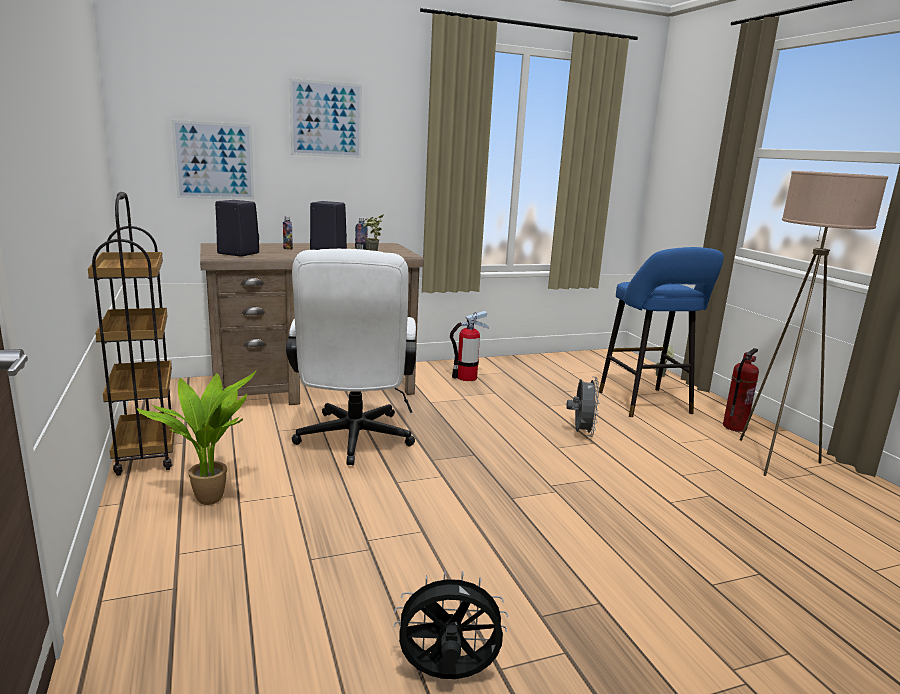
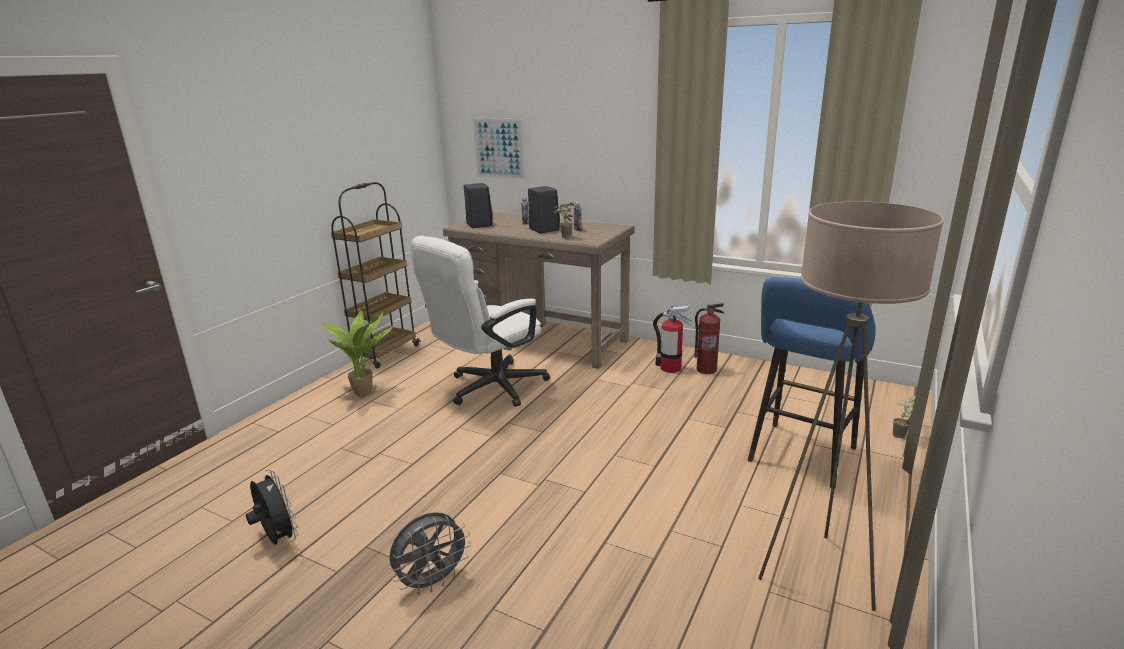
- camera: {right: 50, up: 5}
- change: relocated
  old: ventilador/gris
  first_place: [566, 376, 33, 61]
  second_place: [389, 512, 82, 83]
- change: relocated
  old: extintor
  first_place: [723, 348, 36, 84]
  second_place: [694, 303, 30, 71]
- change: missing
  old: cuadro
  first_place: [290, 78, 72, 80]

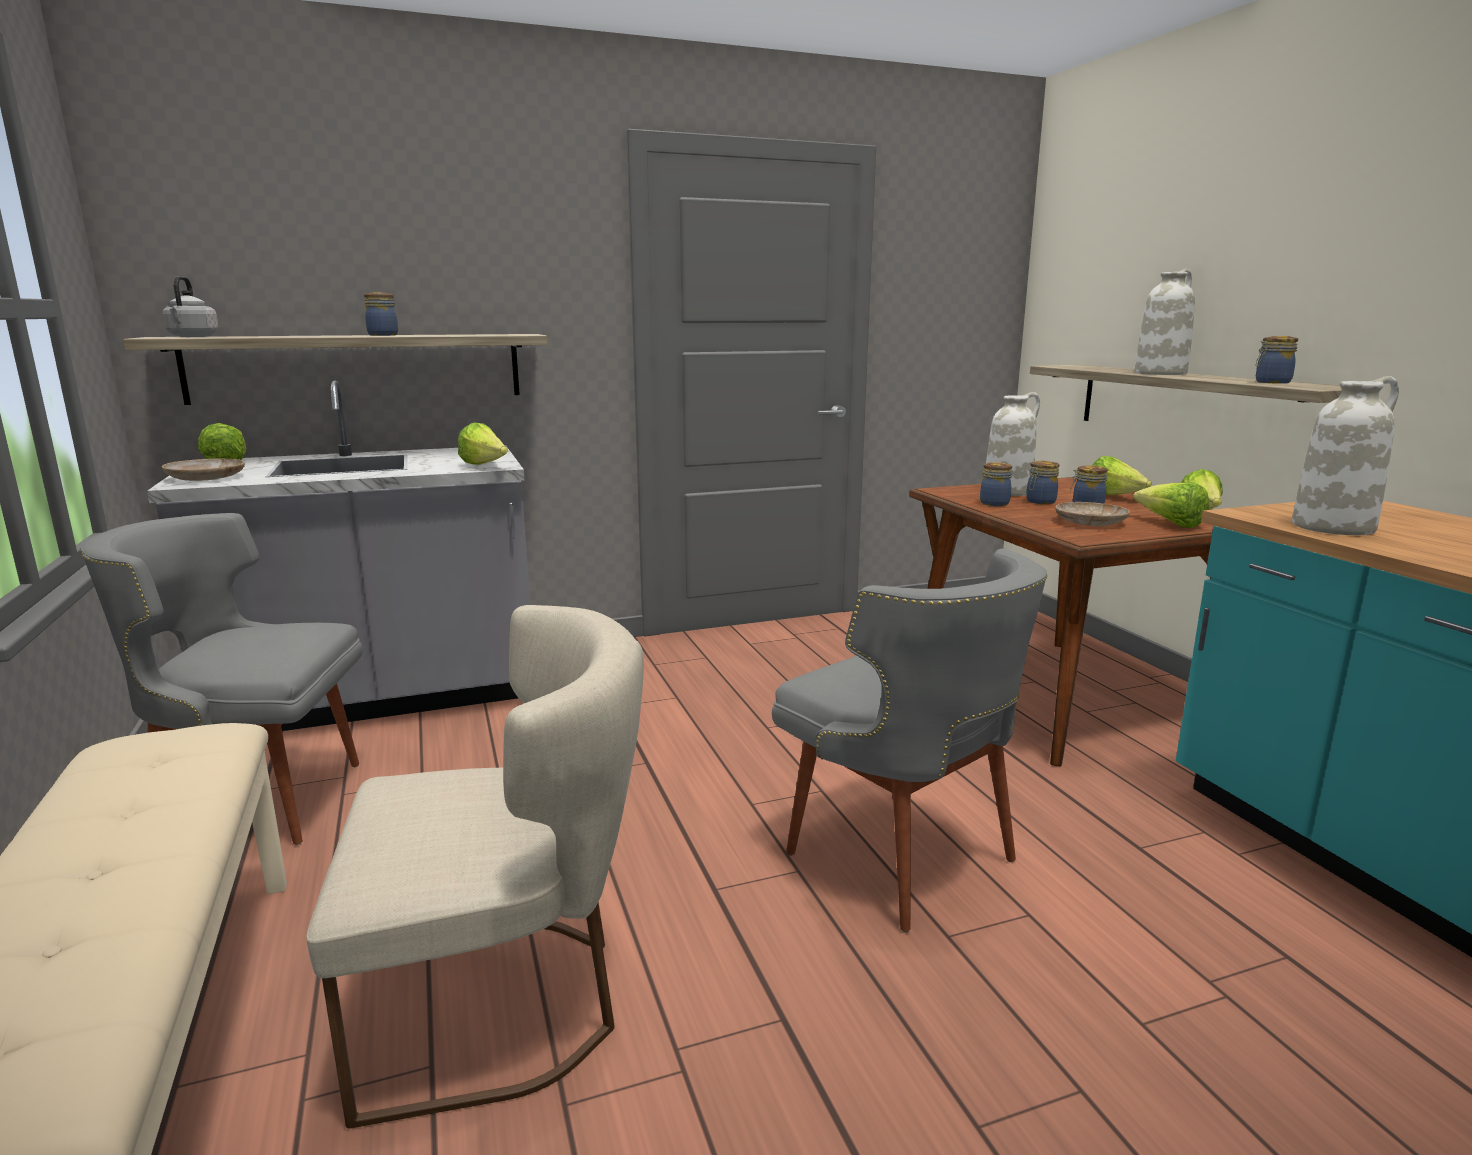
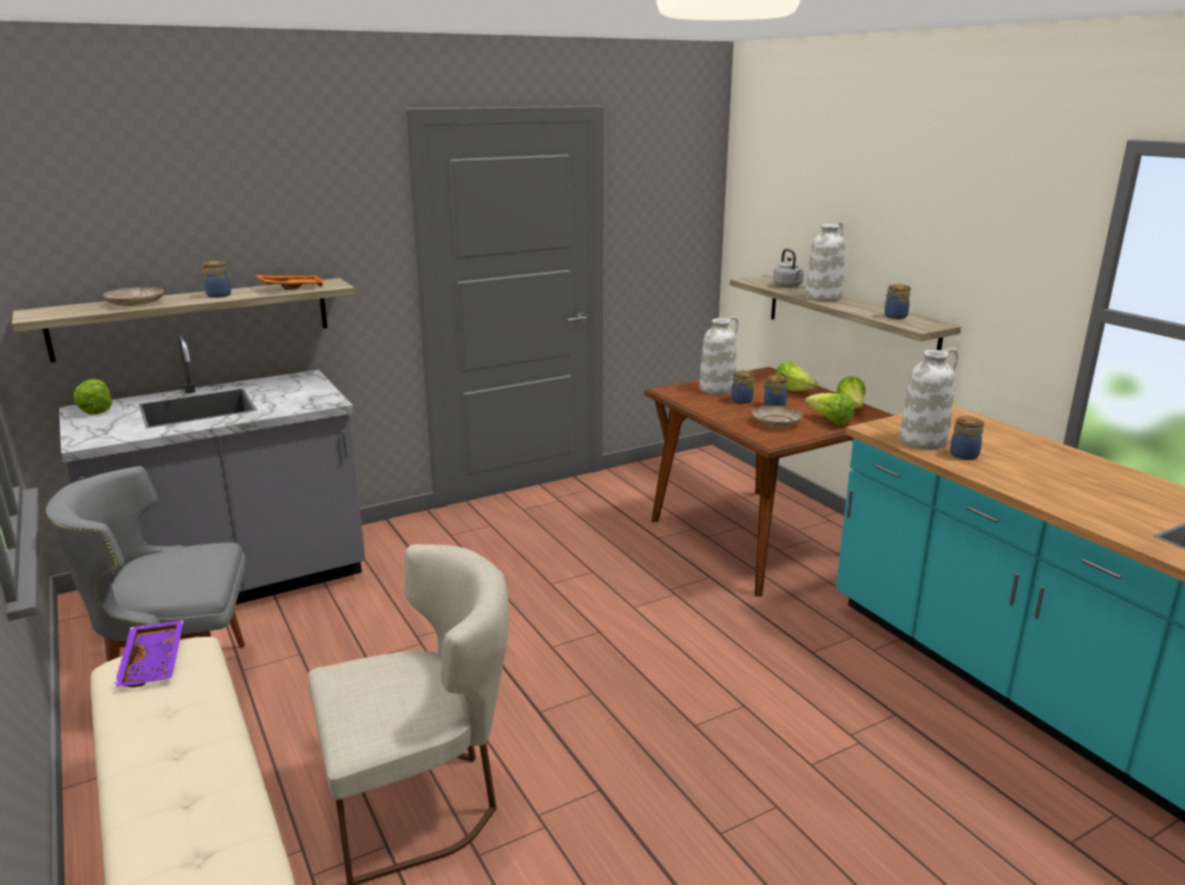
- camera: {right: -10, up: 5}
- change: relocated
  old: plato/beis
  first_place: [162, 458, 83, 23]
  second_place: [103, 287, 61, 19]
- change: appeared
  new: bandeja/morado
  second_place: [114, 620, 70, 68]
- change: appeared
  new: bandeja/naranja
  second_place: [255, 275, 72, 15]
- change: relocated
  old: hervidor/gris
  first_place: [163, 276, 56, 61]
  second_place: [773, 249, 31, 38]
- change: relocated
  old: tarro
  first_place: [980, 462, 32, 44]
  second_place: [950, 416, 34, 44]
- change: missing
  old: lechuga
  first_place: [458, 422, 50, 43]
- change: missing
  old: silla/gris
  first_place: [772, 549, 275, 383]

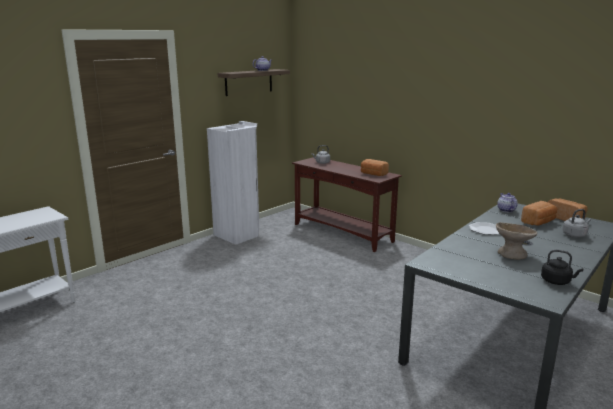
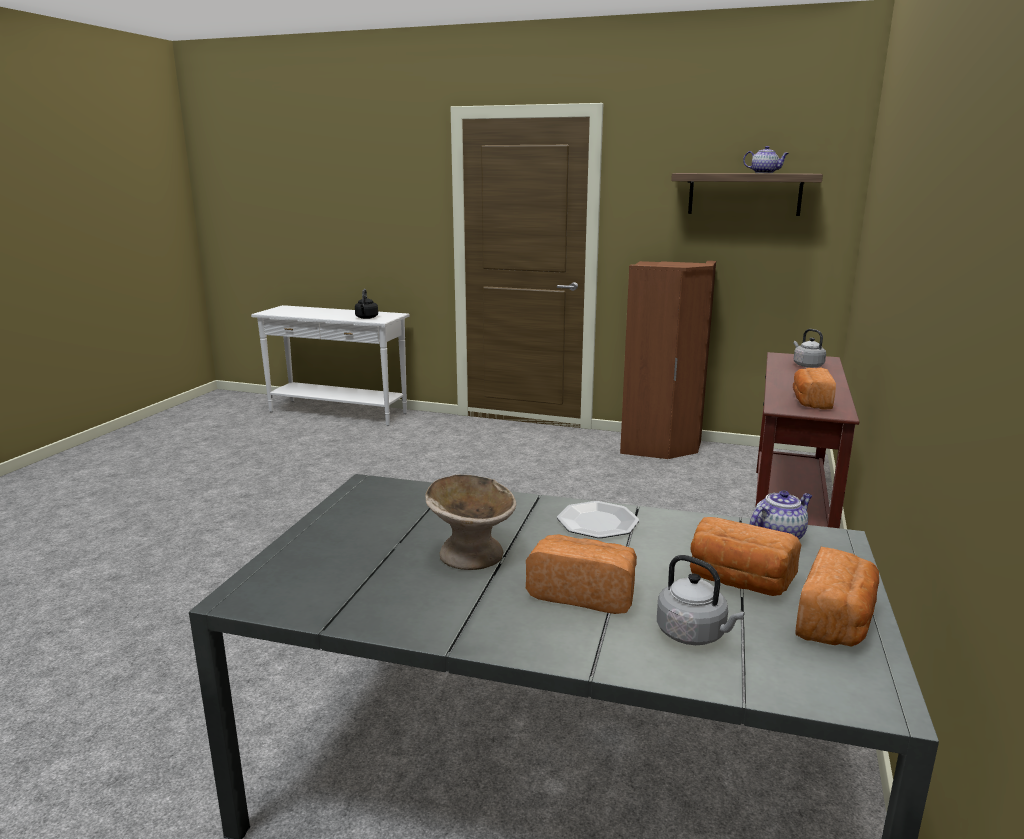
- camera: {right: 65, up: 0}
- change: relocated
  old: hervidor/negro
  first_place: [541, 250, 42, 35]
  second_place: [355, 289, 23, 30]
- change: appeared
  new: pan
  second_place: [526, 534, 111, 80]
- change: colour
  old: armario/blanco
  new: armario/marrón
  first_place: [207, 121, 52, 124]
  second_place: [620, 261, 96, 198]

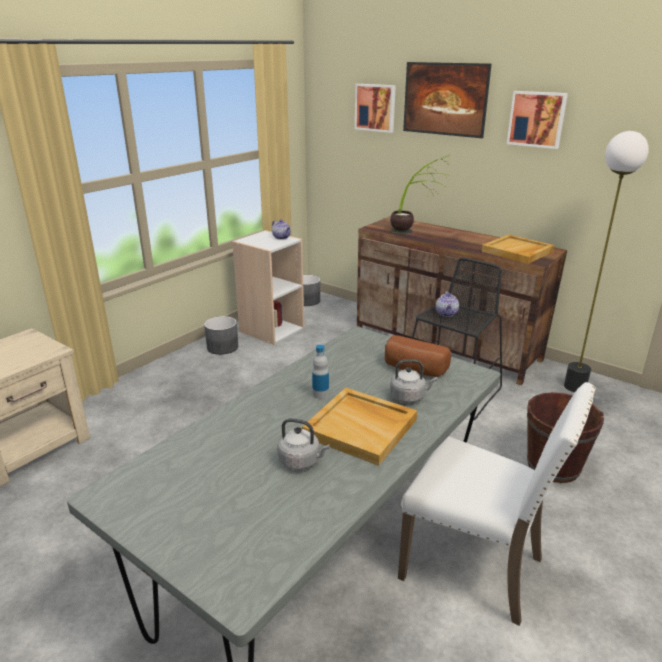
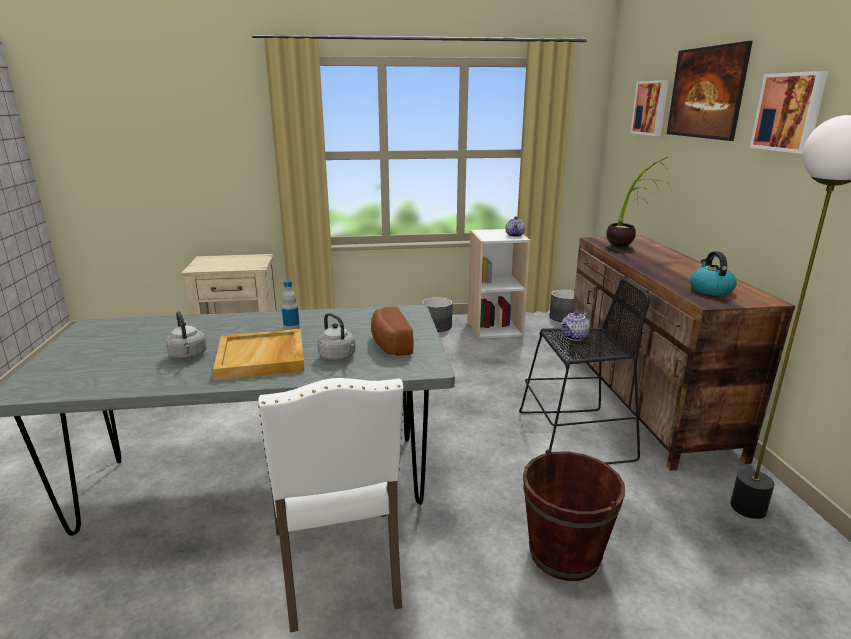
- camera: {right: 45, up: -5}
- change: exchanged
  old: bandeja/beis
  new: hervidor
  first_place: [482, 235, 72, 29]
  second_place: [690, 251, 47, 45]

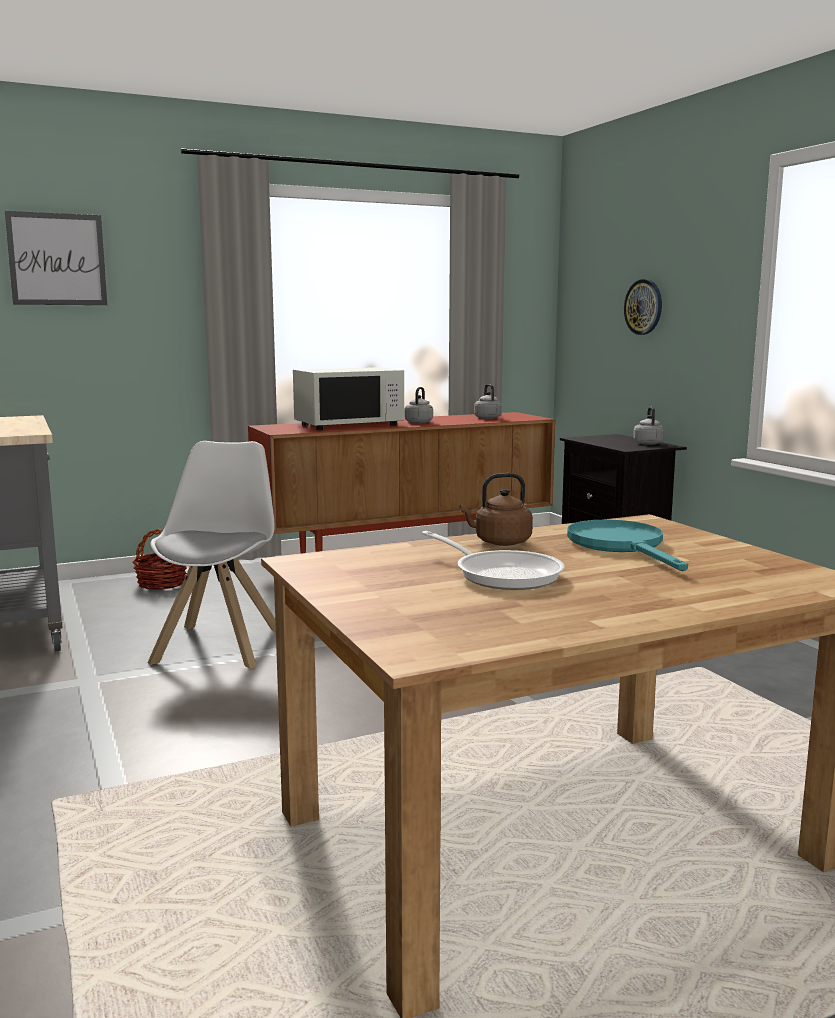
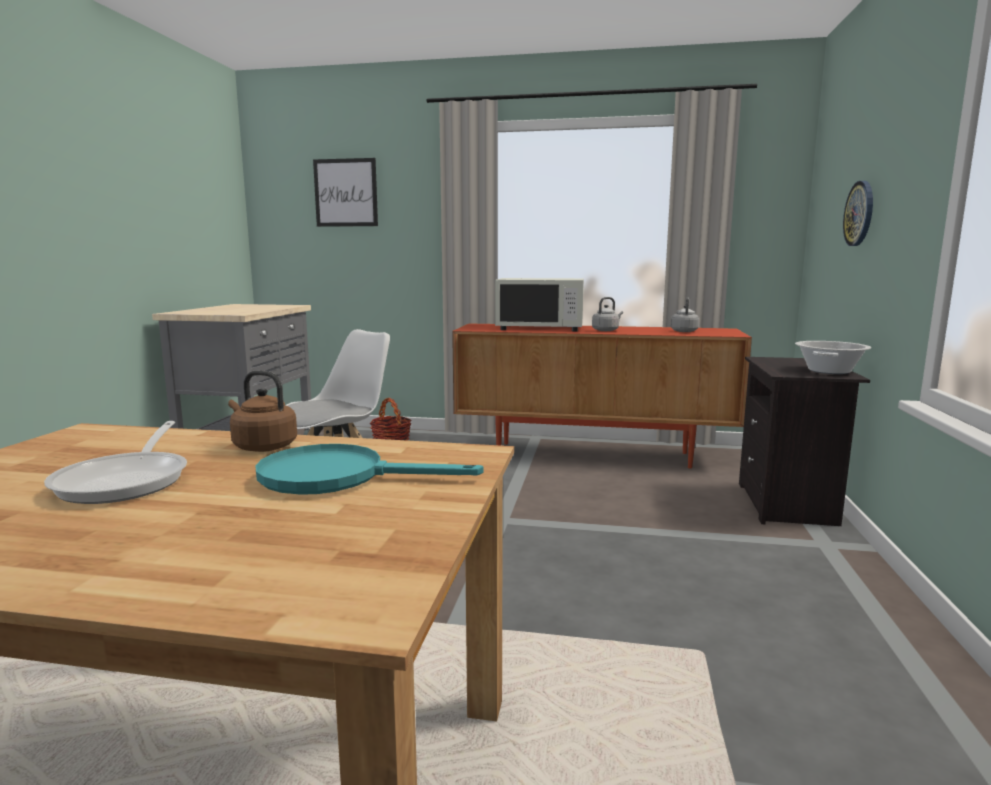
- camera: {right: 35, up: 0}
- change: spun
  old: sartén/turquesa
  first_place: [567, 520, 121, 51]
  second_place: [255, 444, 228, 51]
  degrees: -105
- change: exchanged
  old: hervidor/gris
  new: olla
  first_place: [633, 407, 31, 38]
  second_place: [795, 341, 76, 33]

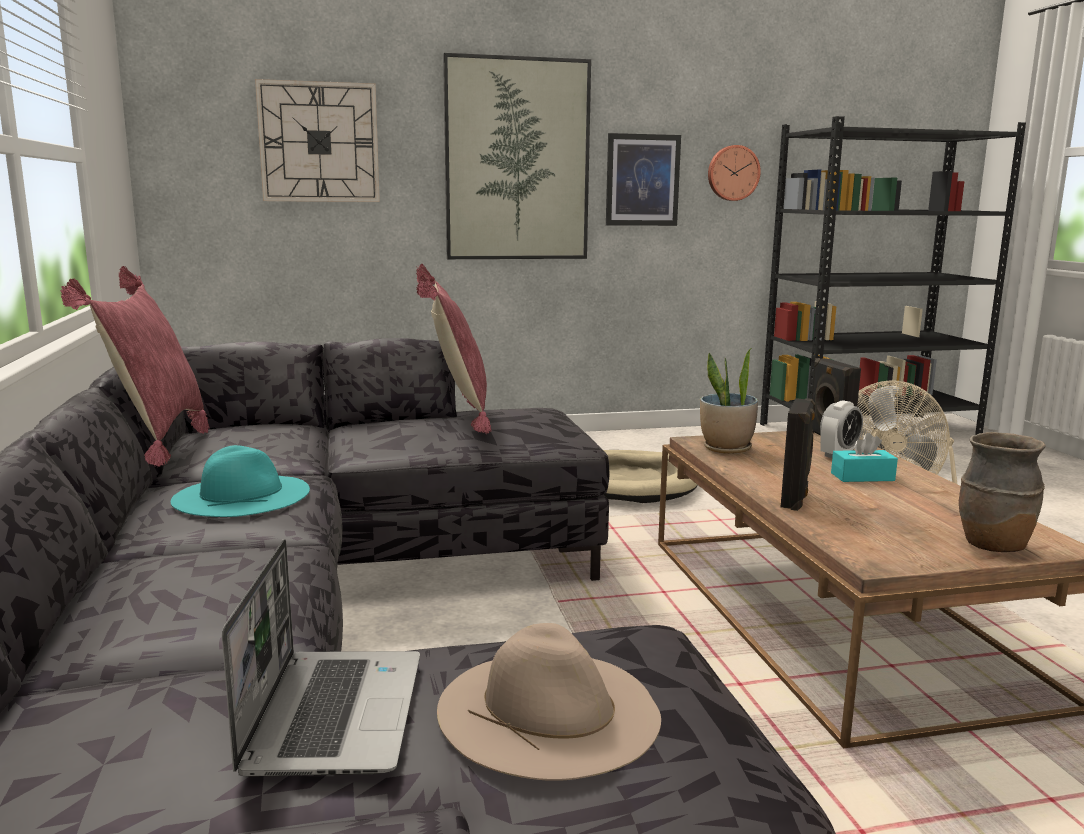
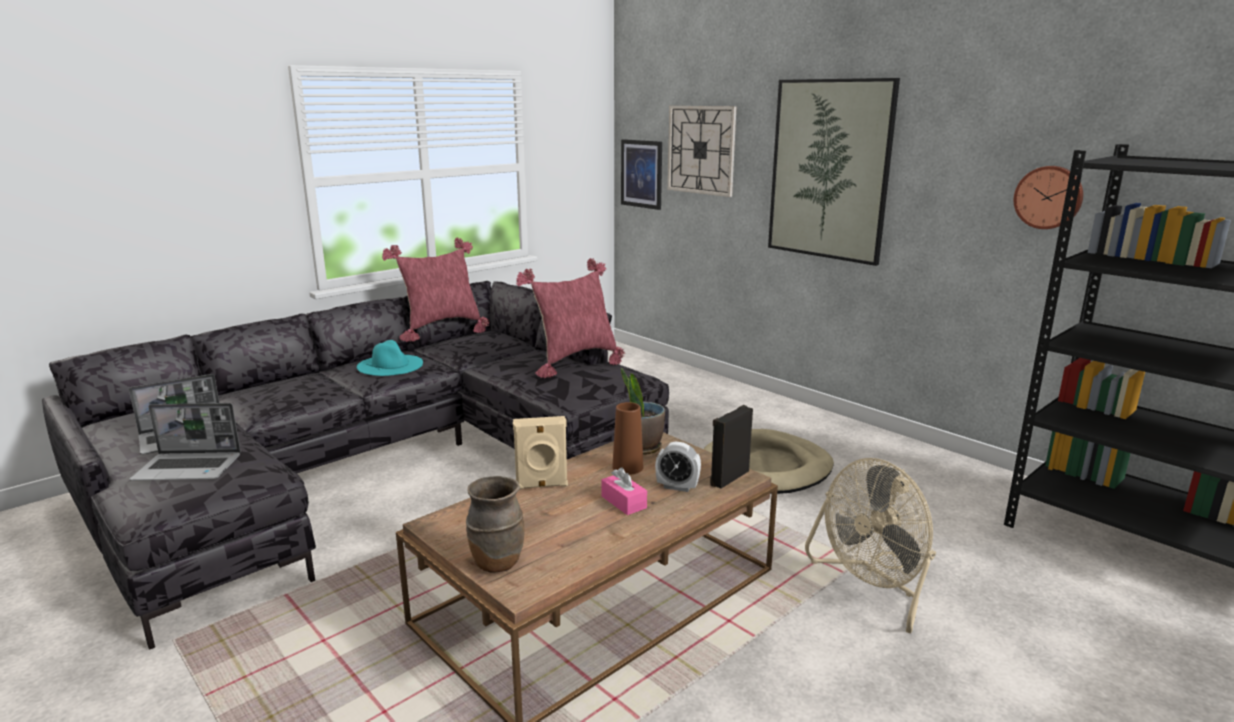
- camera: {right: 60, up: 5}
- change: exchanged
  old: sombrero/beis
  new: portátil
  first_place: [437, 623, 224, 158]
  second_place: [130, 403, 111, 78]
- change: colour
  old: altavoz/negro
  new: altavoz/beis
  first_place: [781, 398, 34, 113]
  second_place: [513, 416, 55, 74]
- change: colour
  old: caja de pañuelos/turquesa
  new: caja de pañuelos/rosa
  first_place: [831, 433, 67, 49]
  second_place: [601, 467, 46, 48]
- change: appeared
  new: florero/marrón
  second_place: [612, 402, 31, 73]
- change: relocated
  old: cuadro
  first_place: [606, 133, 75, 93]
  second_place: [621, 139, 41, 71]

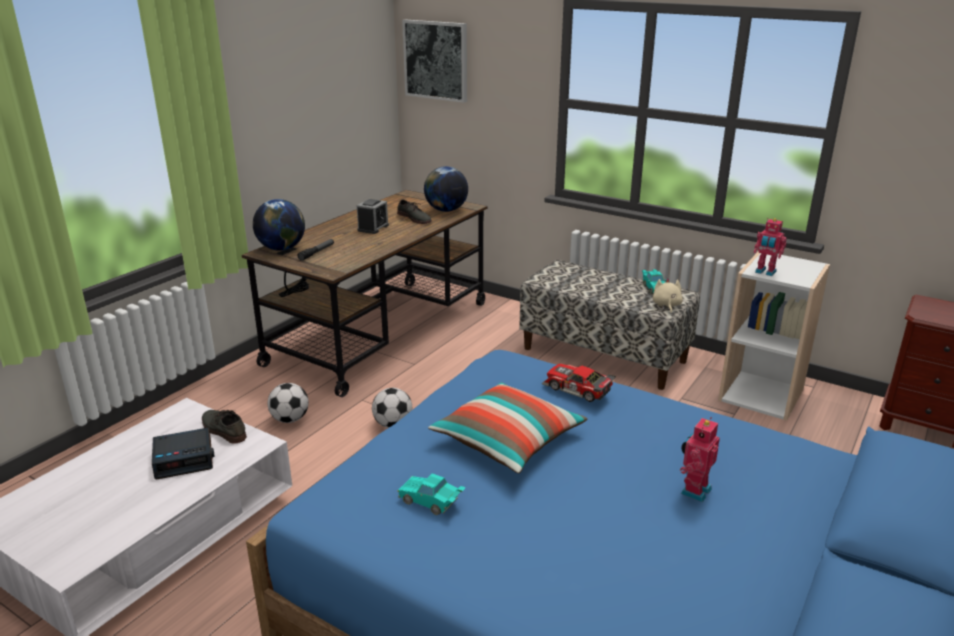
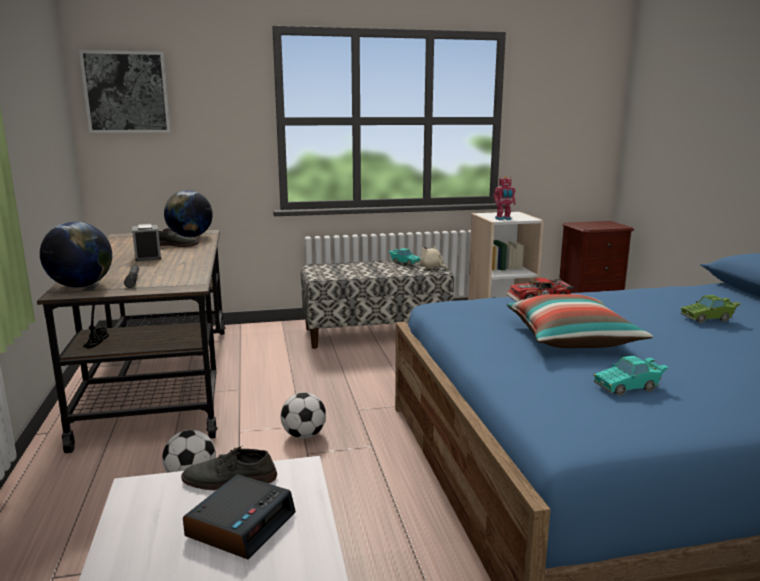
- camera: {right: -45, up: -10}
- change: exchanged
  old: robot de juguete
  new: coche de juguete/verde
  first_place: [680, 417, 40, 85]
  second_place: [681, 295, 60, 28]

